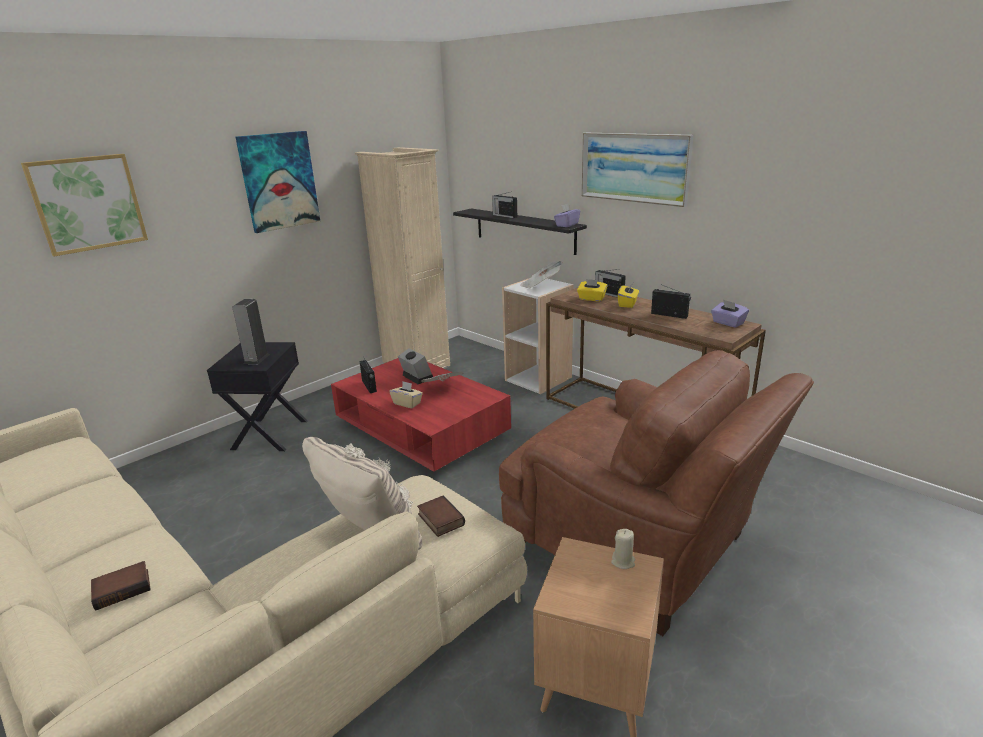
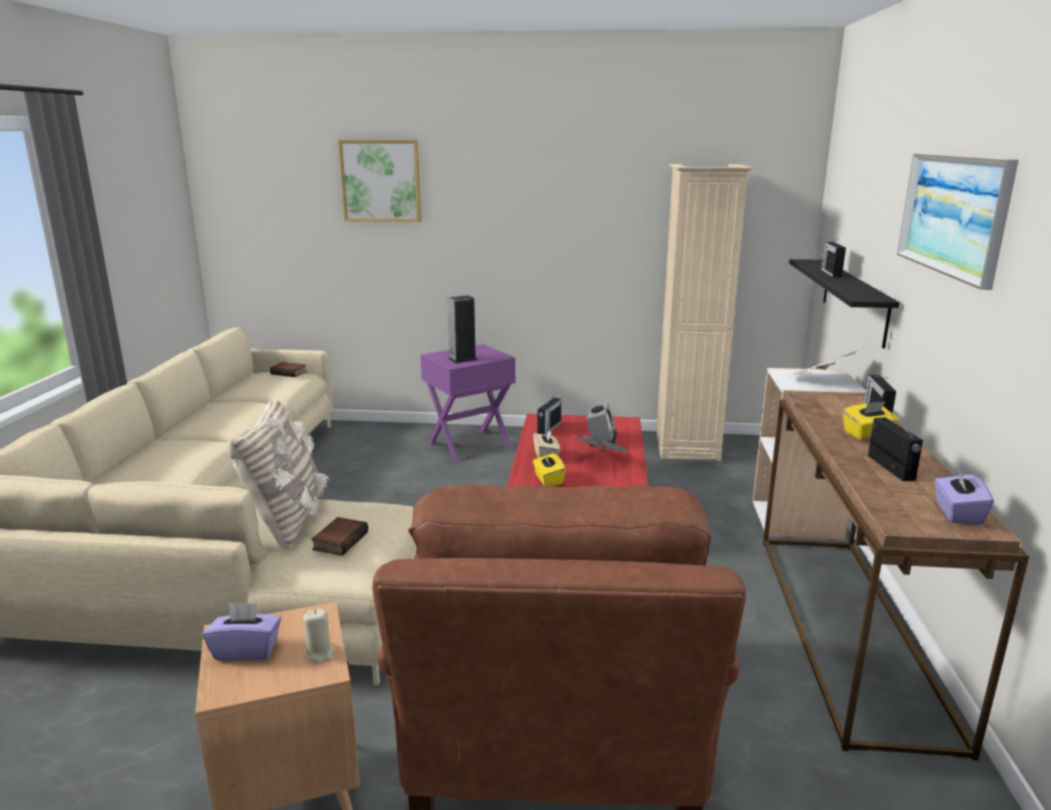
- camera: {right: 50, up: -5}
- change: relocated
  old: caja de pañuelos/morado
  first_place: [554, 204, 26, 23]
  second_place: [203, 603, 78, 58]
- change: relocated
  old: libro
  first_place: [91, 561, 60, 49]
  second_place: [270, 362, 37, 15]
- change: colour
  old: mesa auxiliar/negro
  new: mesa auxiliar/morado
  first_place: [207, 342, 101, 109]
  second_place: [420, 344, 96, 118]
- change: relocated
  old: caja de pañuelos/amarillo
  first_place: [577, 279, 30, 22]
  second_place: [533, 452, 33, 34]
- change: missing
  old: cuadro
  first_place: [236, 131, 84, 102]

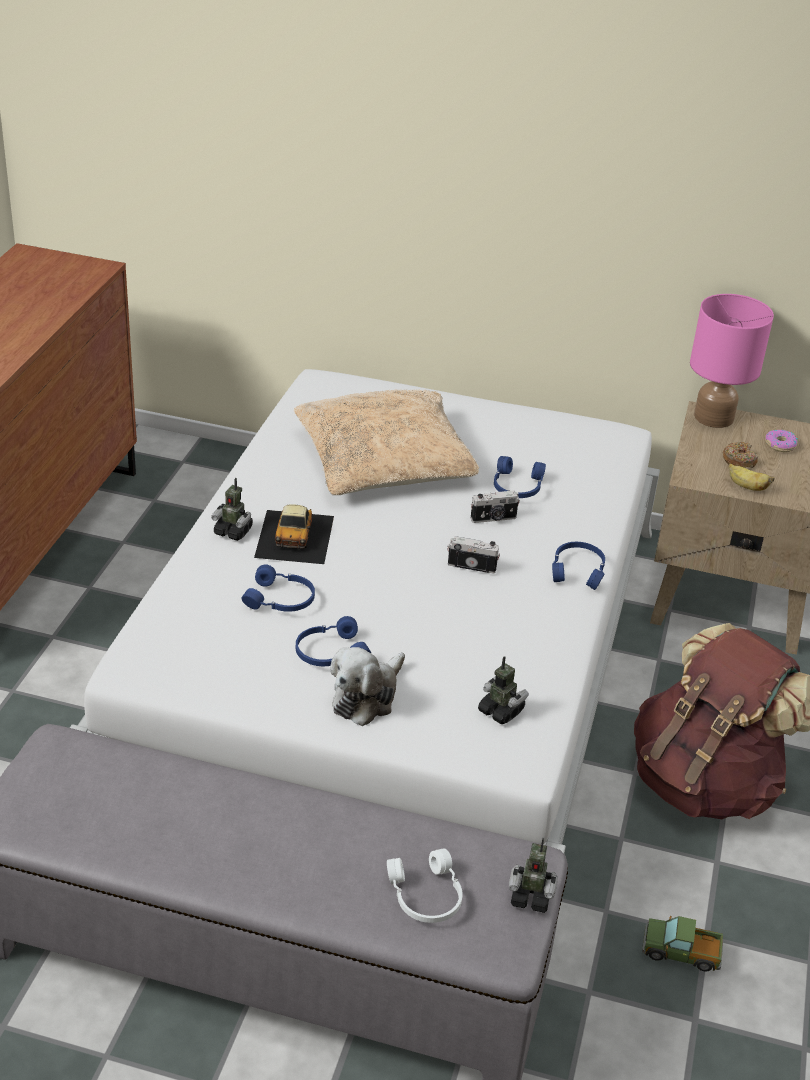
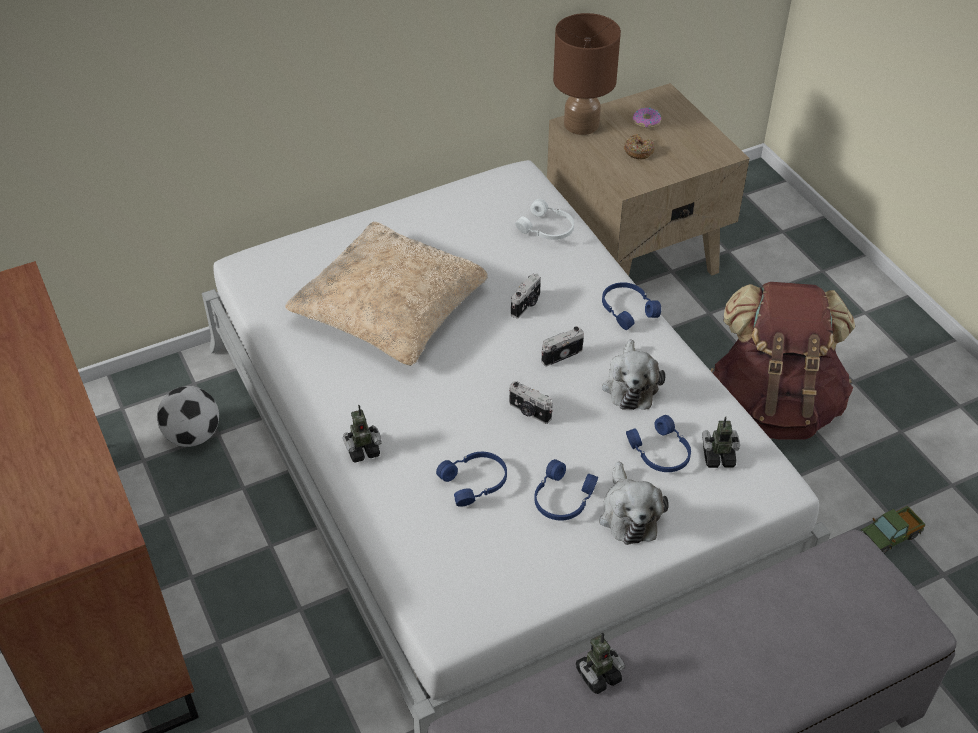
- camera: {right: -40, up: 10}
- change: appeared
  new: balón de fútbol
  second_place: [157, 386, 62, 61]
- change: appeared
  new: cámara
  second_place: [509, 381, 44, 43]
- change: relocated
  old: auriculares/blanco
  first_place: [387, 848, 76, 75]
  second_place: [515, 199, 59, 41]
- change: colour
  old: lámpara de mesa/rosa
  new: lámpara de mesa/marrón
  first_place: [690, 294, 84, 134]
  second_place: [553, 13, 68, 122]
- change: relocated
  old: robot de juguete
  first_place: [509, 838, 49, 75]
  second_place: [576, 632, 49, 62]
- change: appeared
  new: peluche
  second_place: [602, 339, 64, 71]
- change: relocated
  old: auriculares/azul
  first_place: [494, 456, 52, 42]
  second_place: [626, 415, 65, 57]
- change: missing
  old: coche de juguete
  first_place: [254, 505, 80, 59]
- change: missing
  old: plátano
  first_place: [729, 463, 46, 28]

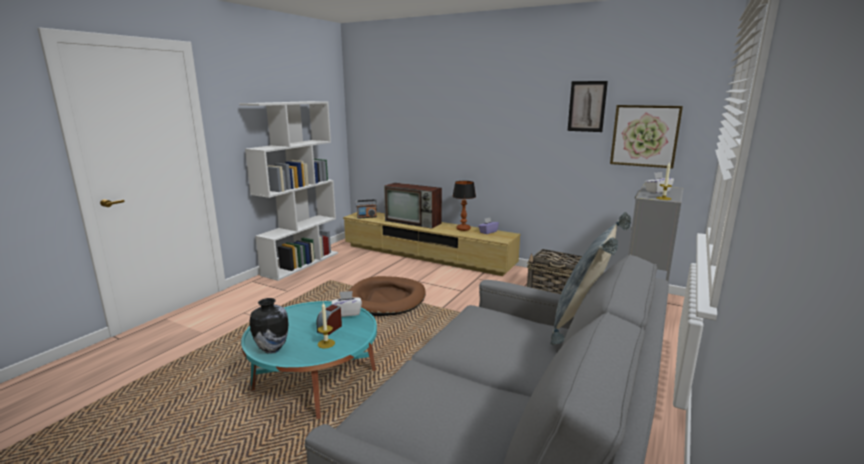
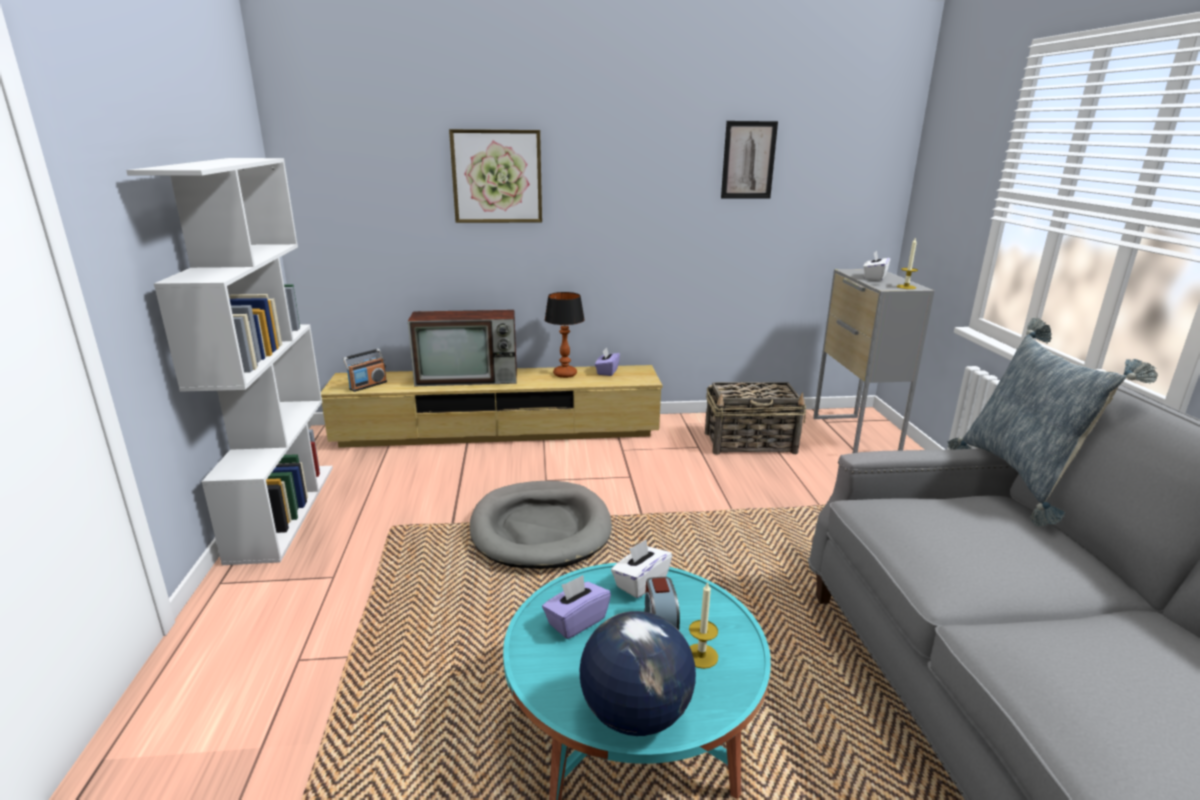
- camera: {right: -35, up: 5}
- change: relocated
  old: cuadro
  first_place: [610, 105, 73, 63]
  second_place: [449, 129, 93, 94]
- change: colour
  old: cama para perro/marrón
  new: cama para perro/gris
  first_place: [349, 276, 77, 40]
  second_place: [470, 481, 142, 88]
- change: appeared
  new: caja de pañuelos/morado
  second_place: [542, 575, 69, 64]
- change: exchanged
  old: florero
  new: globo terráqueo
  first_place: [250, 298, 39, 56]
  second_place: [580, 611, 116, 125]

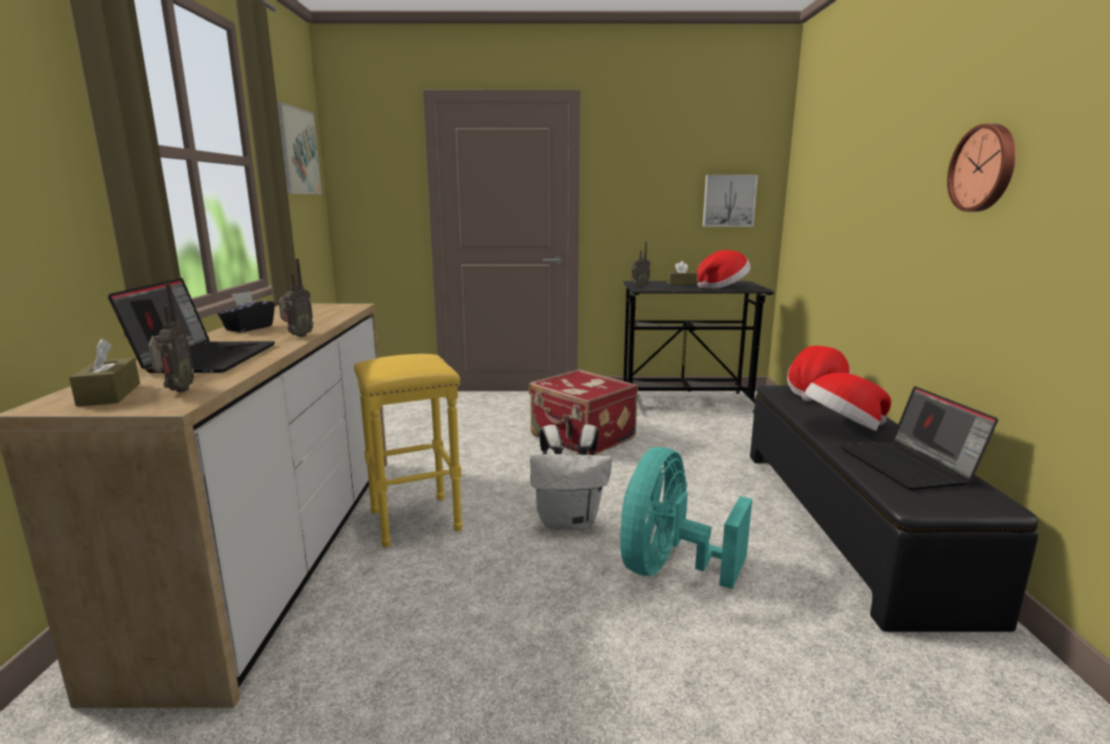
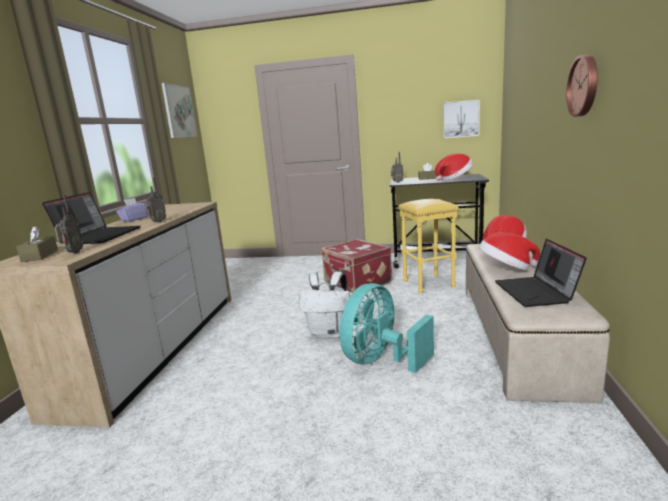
- camera: {right: 10, up: 0}
- change: colour
  old: caja de pañuelos/negro
  new: caja de pañuelos/morado
  first_place: [218, 291, 57, 41]
  second_place: [116, 198, 32, 24]
- change: relocated
  old: taburete/amarillo
  first_place: [354, 354, 108, 193]
  second_place: [398, 199, 61, 94]
- change: colour
  old: banco/negro
  new: banco/beis
  first_place: [750, 385, 288, 247]
  second_place: [466, 244, 144, 159]

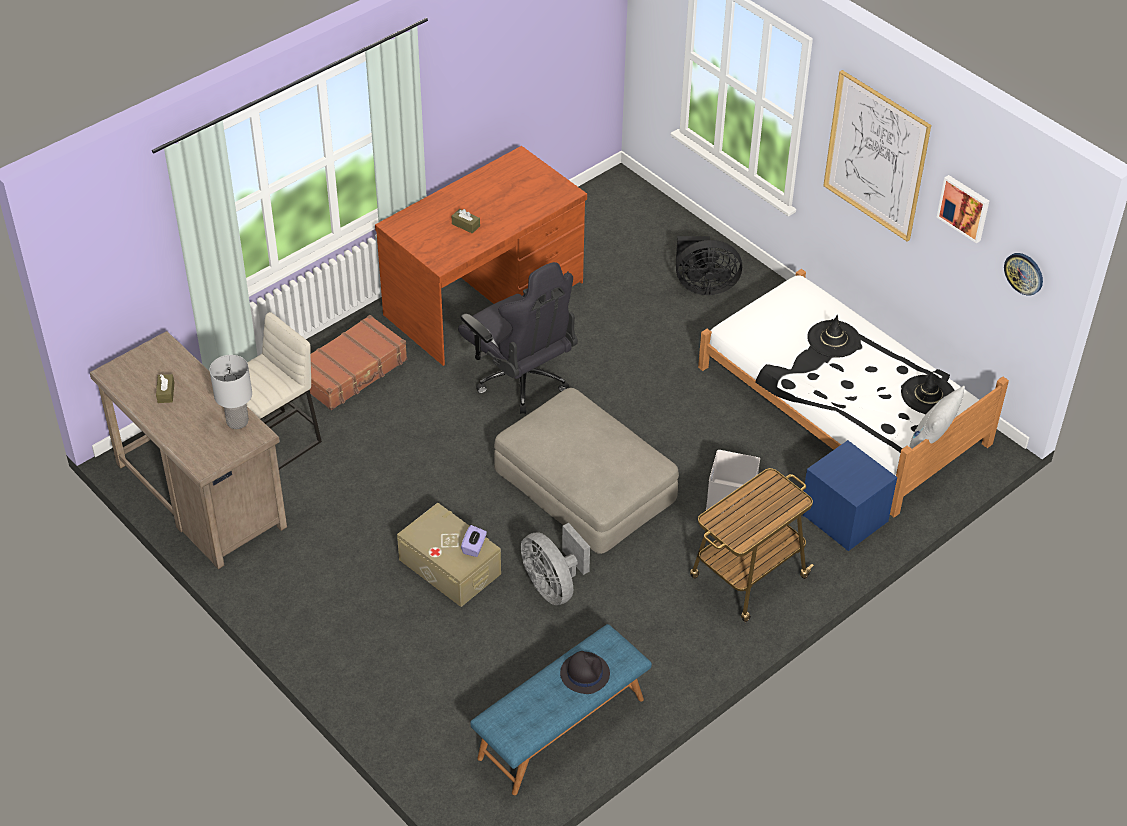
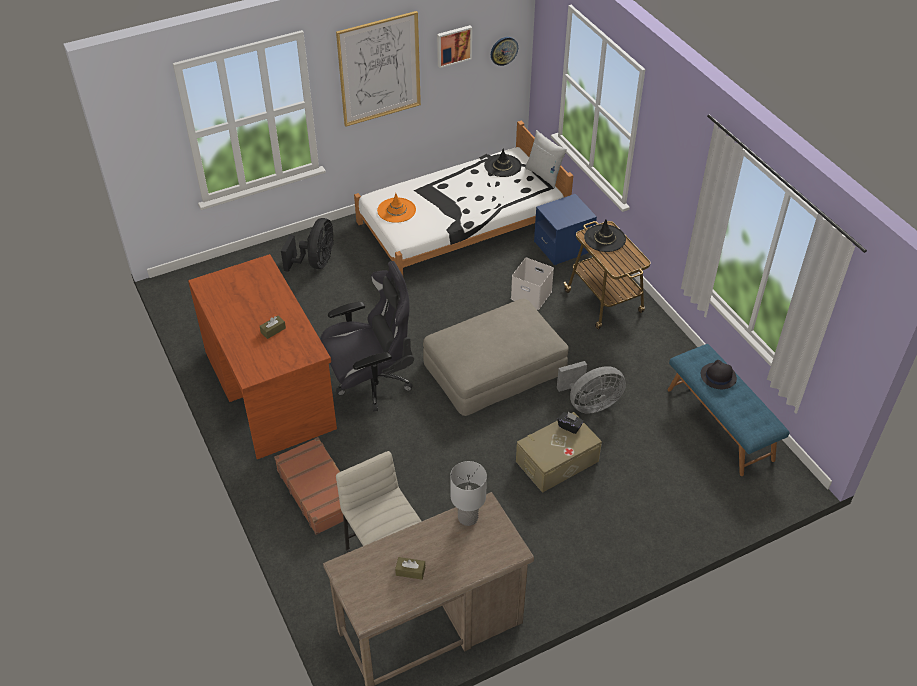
- camera: {right: -75, up: 0}
- change: appeared
  new: sombrero/naranja
  second_place: [377, 193, 39, 30]
- change: colour
  old: caja de pañuelos/morado
  new: caja de pañuelos/negro
  first_place: [461, 525, 26, 32]
  second_place: [557, 412, 27, 22]
- change: relocated
  old: sombrero/negro
  first_place: [807, 315, 54, 43]
  second_place: [584, 220, 42, 32]

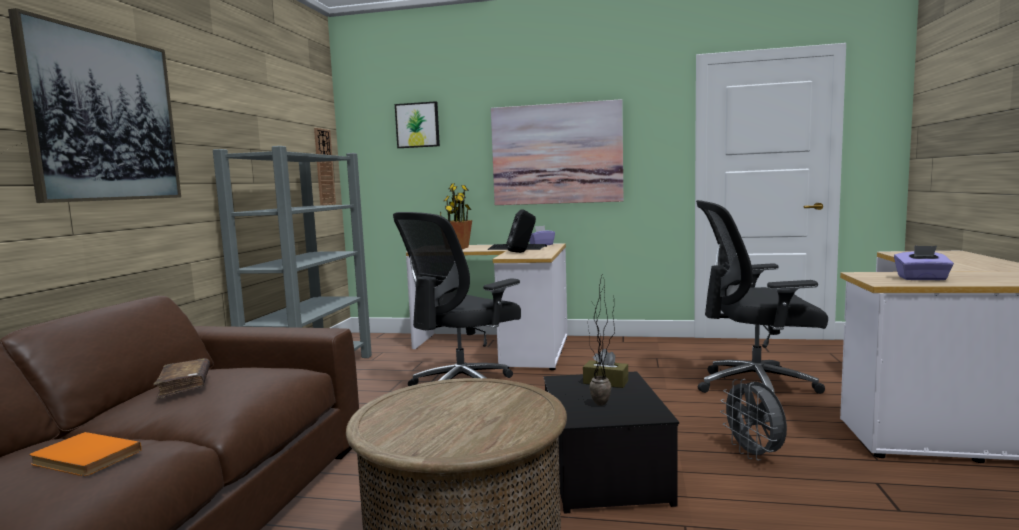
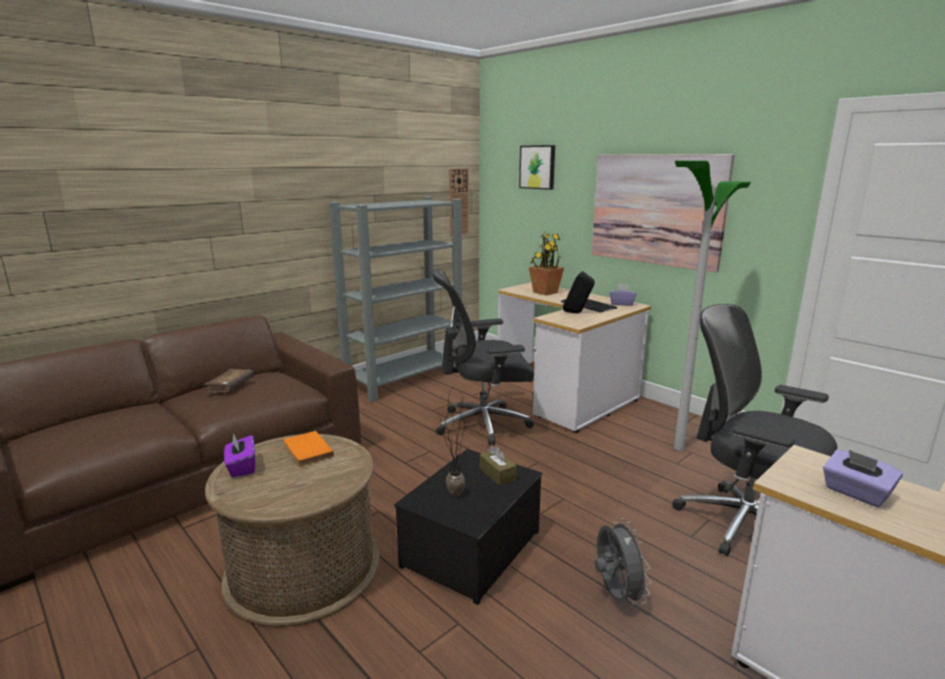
- camera: {right: 35, up: 10}
- change: appeared
  new: caja de pañuelos/morado
  second_place: [224, 433, 32, 44]
- change: relocated
  old: libro/naranja
  first_place: [30, 432, 111, 44]
  second_place: [284, 431, 50, 35]
- change: spun
  old: ventilador/gris
  first_place: [720, 379, 67, 82]
  second_place: [595, 518, 56, 87]
  degrees: 150
- change: appeared
  new: lámpara de pie
  second_place: [674, 161, 77, 290]
- change: missing
  old: cuadro
  first_place: [8, 8, 173, 195]

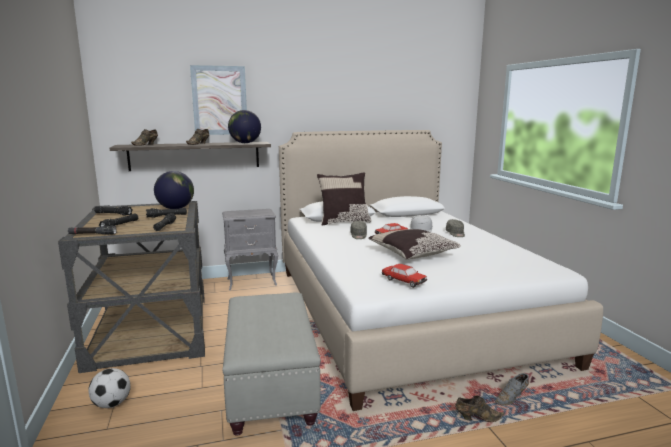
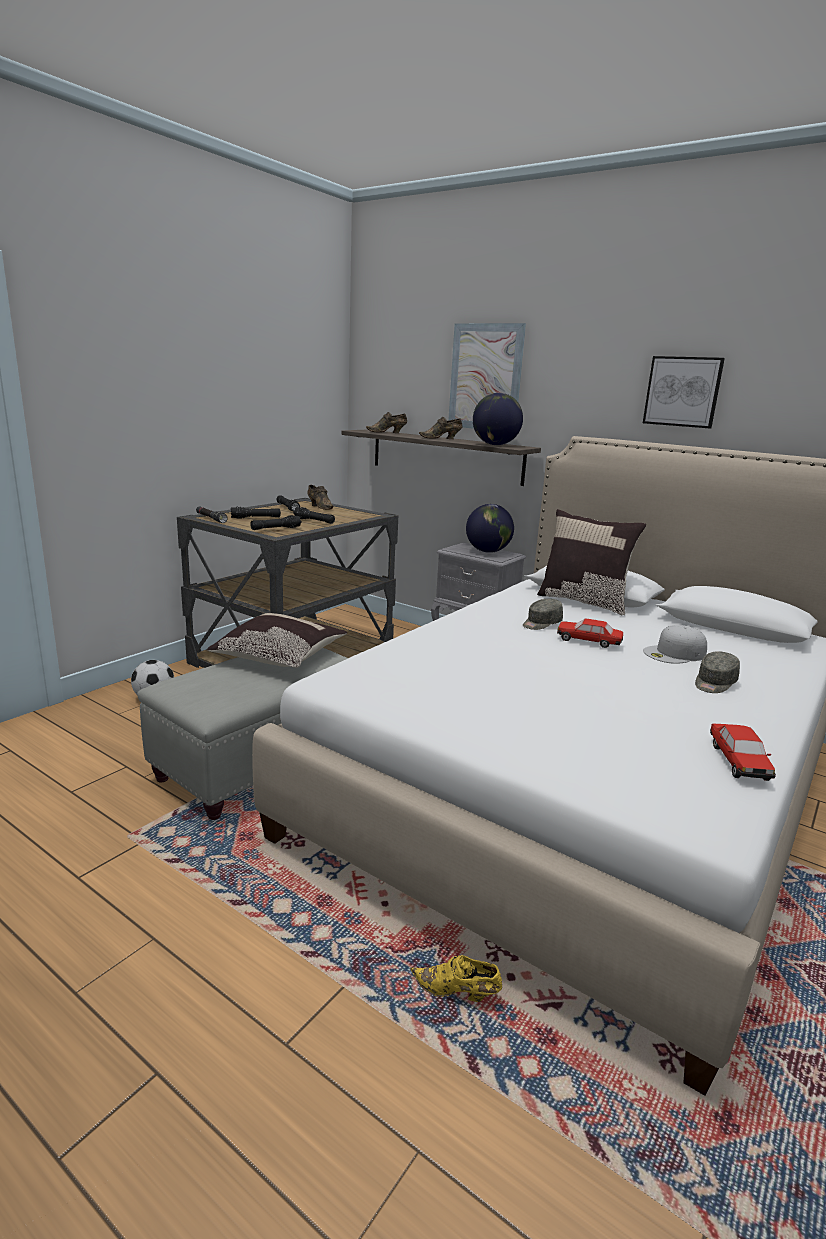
- camera: {right: 50, up: 5}
- change: relocated
  old: cojín
  first_place: [368, 229, 93, 31]
  second_place: [207, 613, 140, 55]
- change: relocated
  old: zapato/marrón
  first_place: [455, 395, 50, 27]
  second_place: [307, 485, 26, 25]
- change: colour
  old: zapato/gris
  new: zapato/amarillo
  first_place: [495, 373, 34, 32]
  second_place: [410, 955, 92, 47]
- change: relocated
  old: globo terráqueo
  first_place: [154, 171, 40, 38]
  second_place: [466, 504, 48, 49]
- change: appeared
  new: cuadro
  second_place: [643, 356, 82, 72]
- change: relocated
  old: coche de juguete
  first_place: [382, 264, 45, 24]
  second_place: [710, 724, 66, 57]

